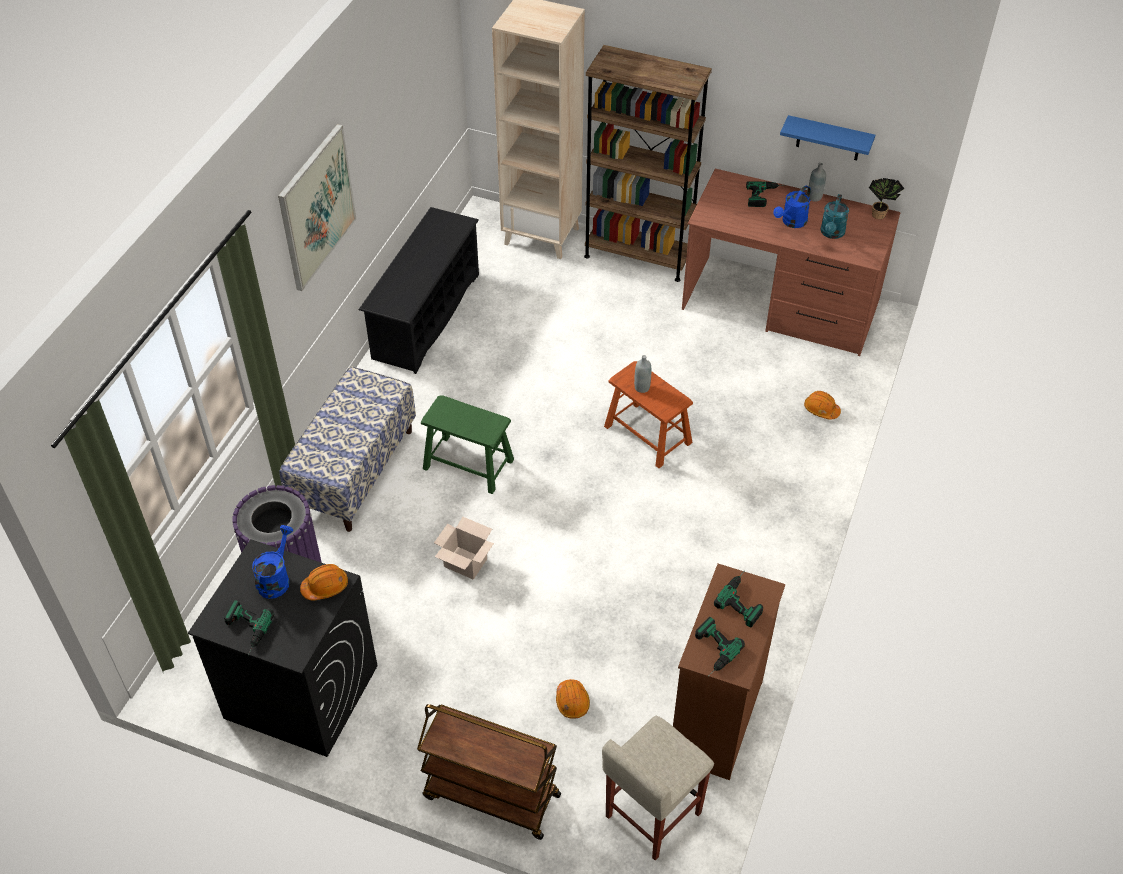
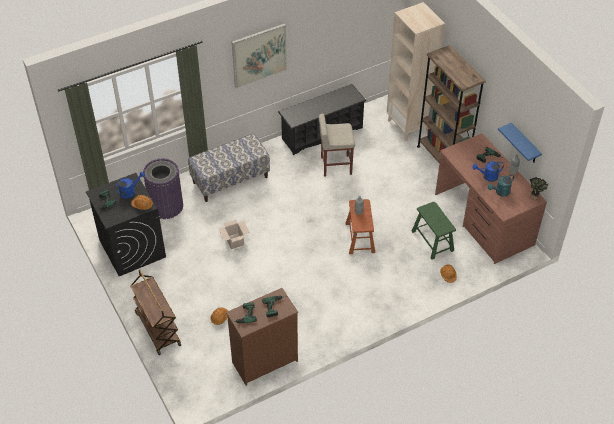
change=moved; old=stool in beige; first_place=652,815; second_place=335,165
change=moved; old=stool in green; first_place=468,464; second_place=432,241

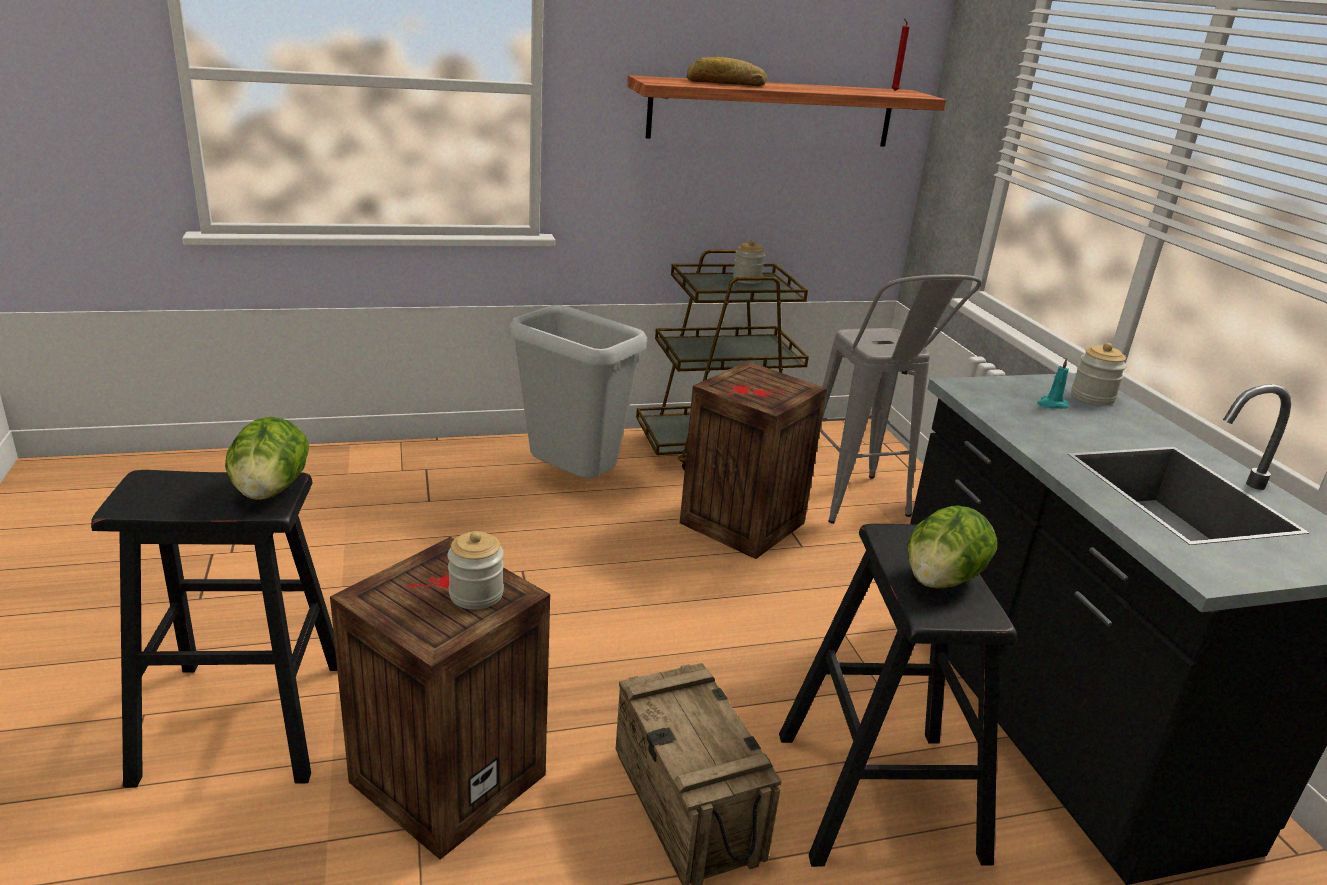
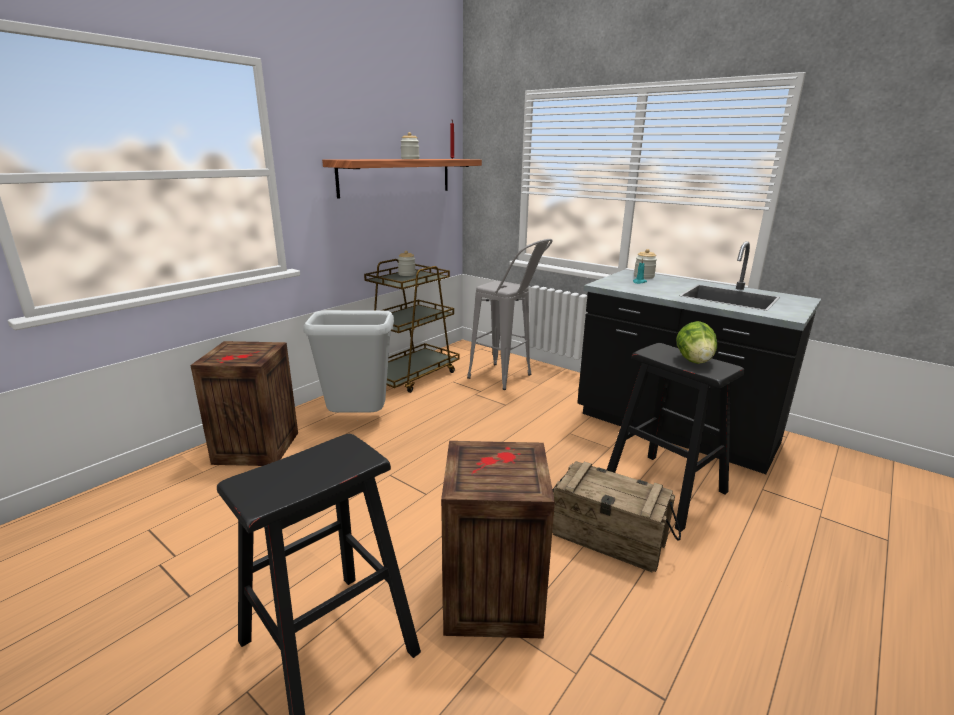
change=moved; old=crate; first_place=743,524; second_place=257,448
change=moved; old=jar; first_place=476,594; second_place=410,159
change=removed; old=lettuce; first_place=270,491
change=removed; old=bread; first_place=726,83

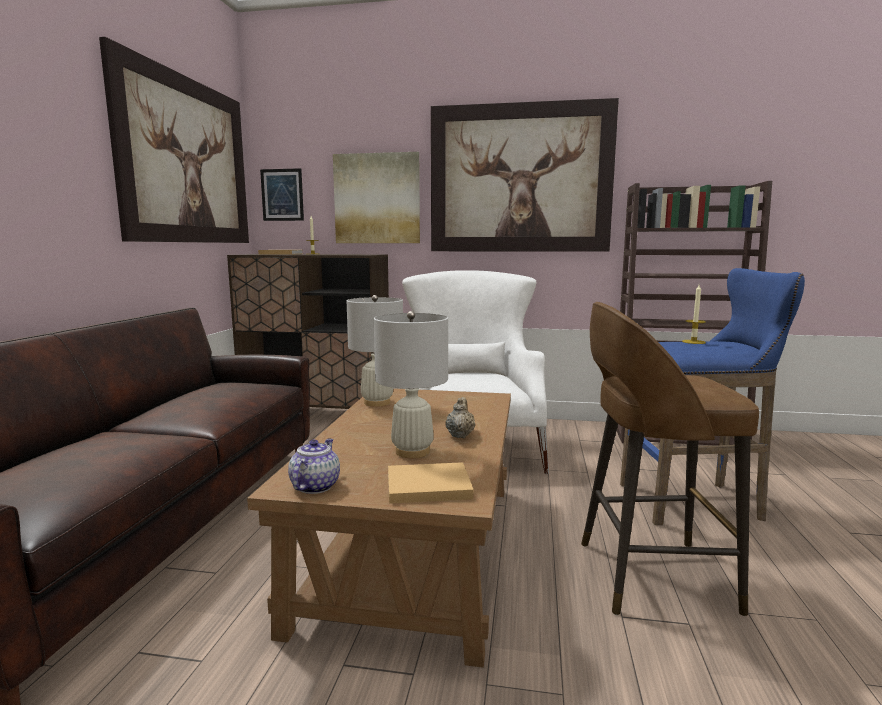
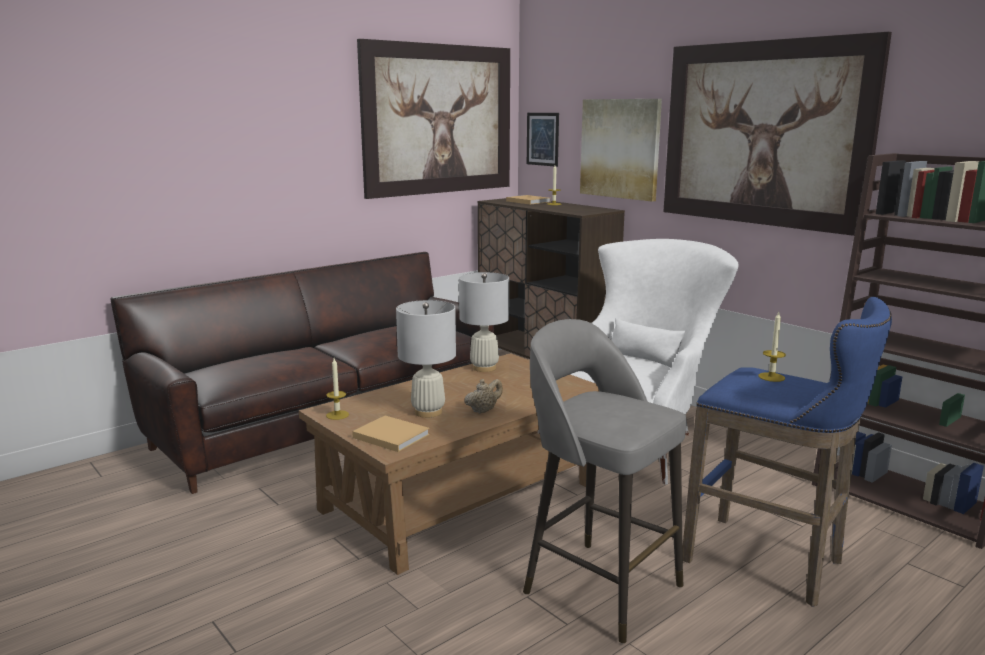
change=replaced; old=teapot; new=candle; first_place=315,486; second_place=337,415
change=recoloured; old=stool in brown; new=stool in grey; first_place=649,575; second_place=599,587

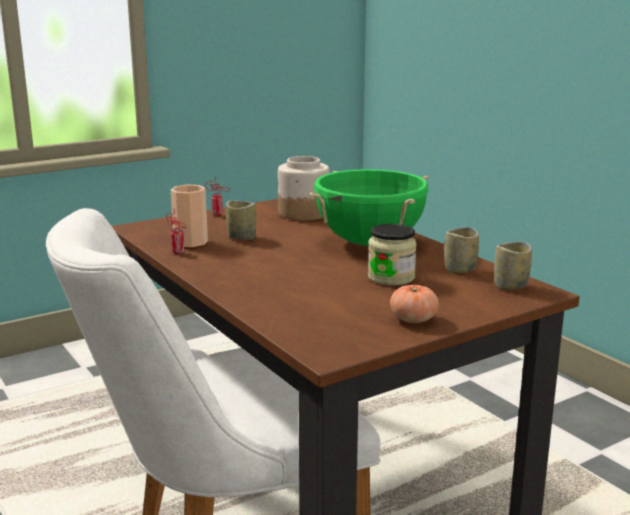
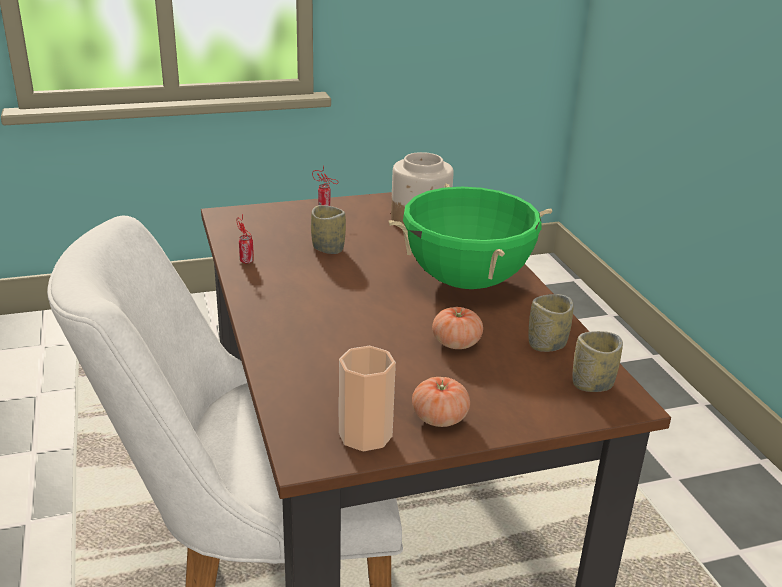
change=moved; old=cup; first_place=190,242; second_place=365,434
change=replaced; old=jar; new=tomato; first_place=391,277; second_place=456,343

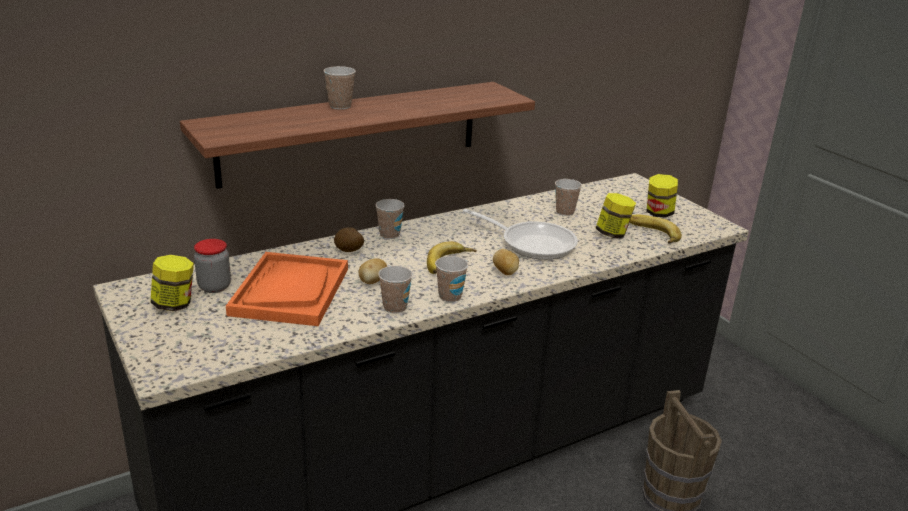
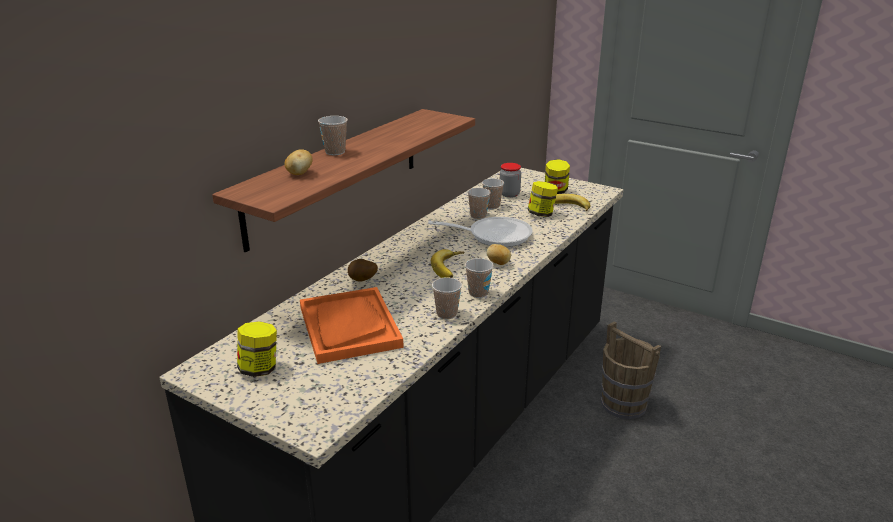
change=moved; old=potato; first_place=372,282; second_place=300,174
change=moved; old=cup; first_place=389,235; second_place=478,216
change=moved; old=jar; first_place=214,287; second_place=509,194

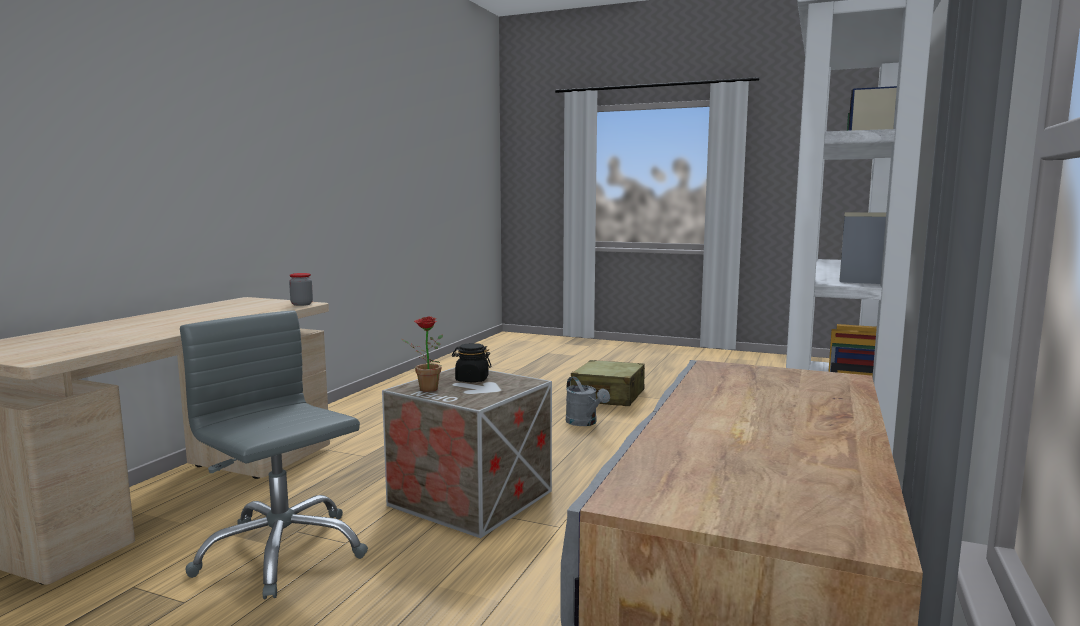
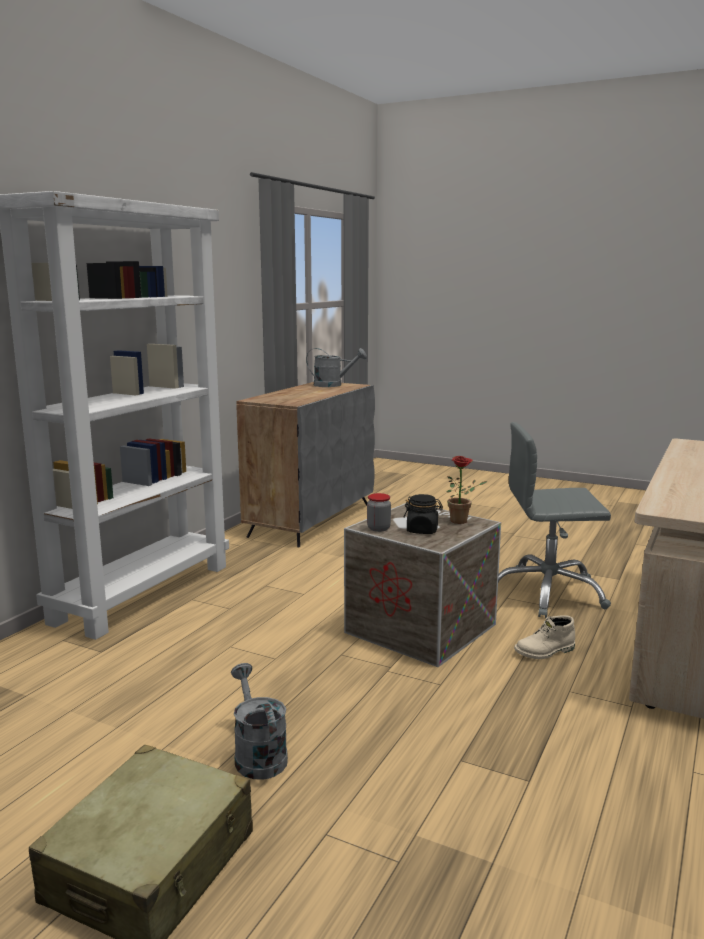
change=added; new=watering can in grey; second_place=333,385
change=moved; old=jar; first_place=301,304; second_place=378,528
change=turned; old=office chair in grey; first_place=281,552; second_place=547,593; degrees=135
change=added; new=boot in beige; second_place=545,652

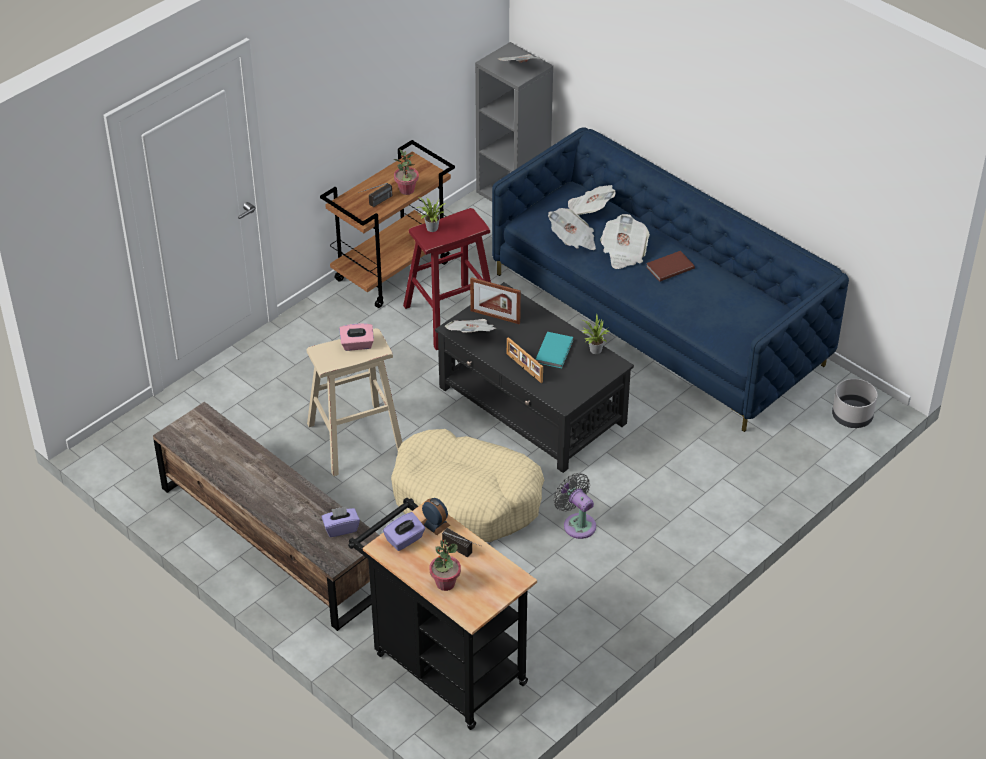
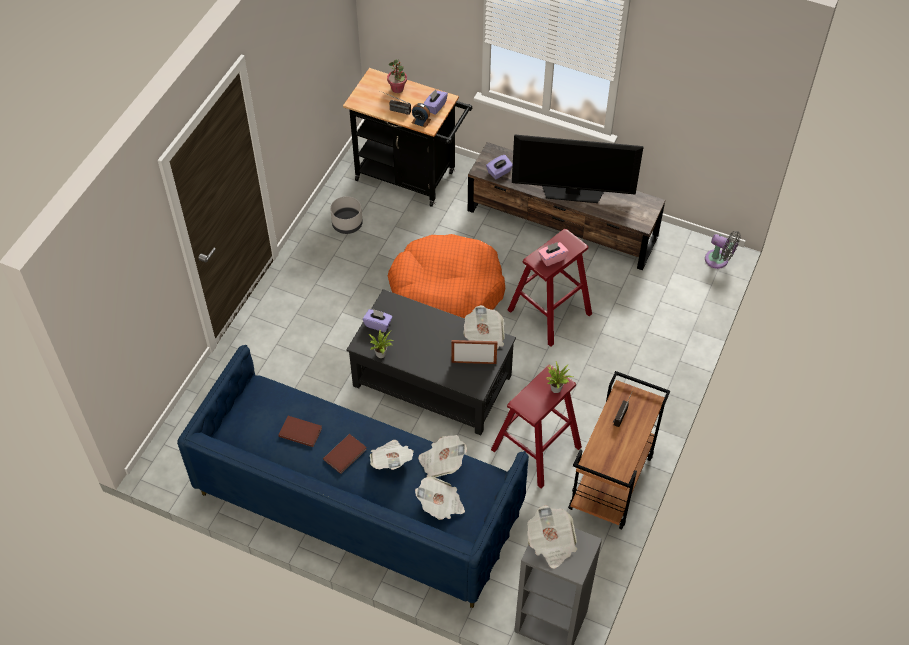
change=added; new=book in brown; second_place=300,431
change=moved; old=planter in grey; first_place=852,416; second_place=347,224
change=added; new=tissue box in purple; second_place=378,324
change=recoloured; old=dog bed in beige; new=dog bed in orange; first_place=466,499; second_place=446,288
change=recoloured; old=stool in beige; new=stool in red; first_place=355,439; second_place=549,312
change=added; new=television; second_place=572,192
change=moved; old=fan in grey; first_place=577,524; second_place=719,260
change=removed; old=potted plant; first_place=406,190
change=removed; old=picture frame; first_place=523,368
change=removed; old=book in turquoise; first_place=555,351

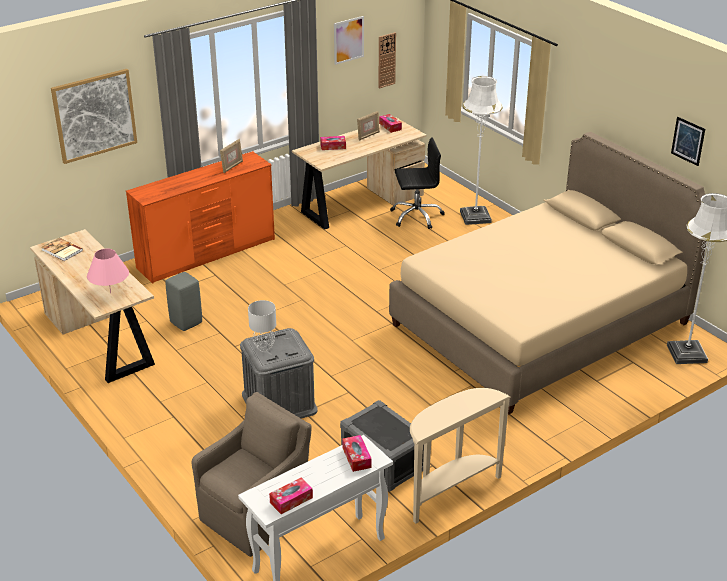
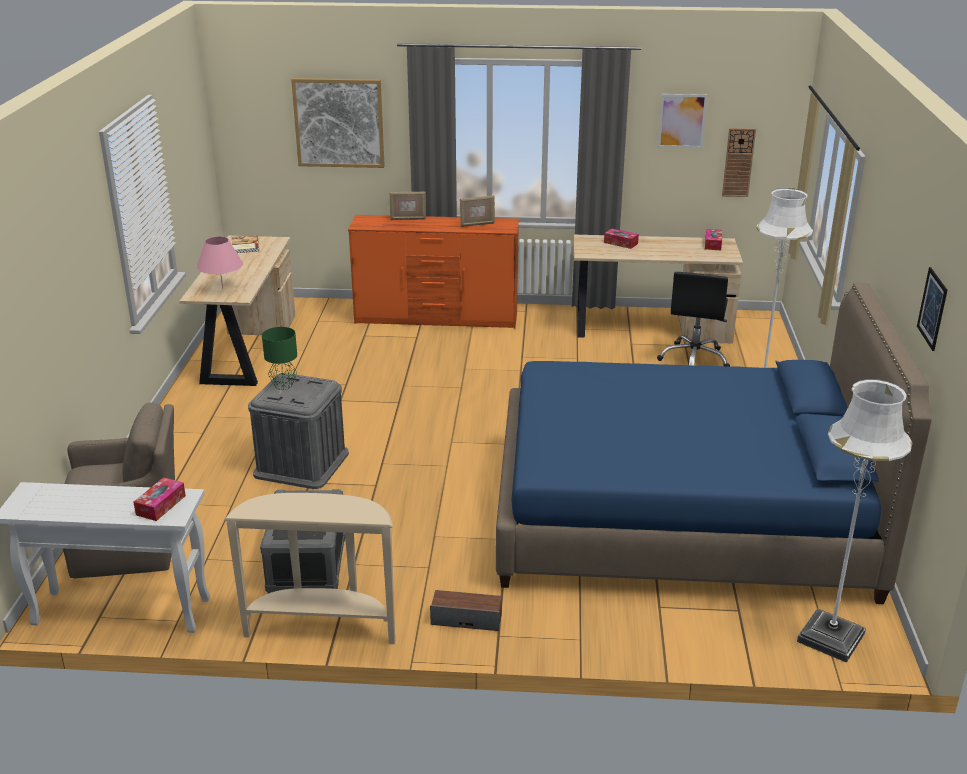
change=recoloured; old=table lamp in grey; new=table lamp in green; first_place=264,347; second_place=284,386
change=moved; old=picture frame; first_place=368,136; second_place=408,219
change=added; new=speaker; second_place=466,619
change=recoloured; old=bed in beige; new=bed in blue; first_place=540,324; second_place=679,516
change=turned; old=office chair in black; first_place=416,216; second_place=694,359; degrees=75
change=removed; old=stool in grey; first_place=187,323
change=removed; old=tissue box; first_place=291,500

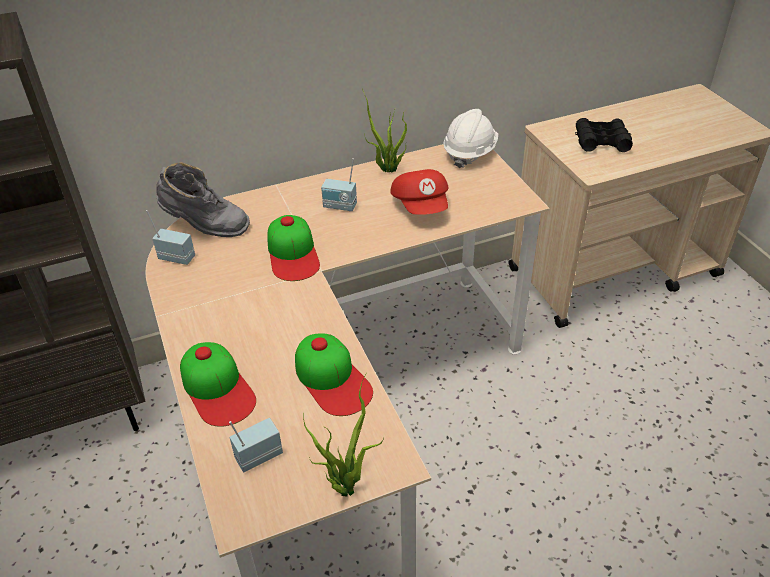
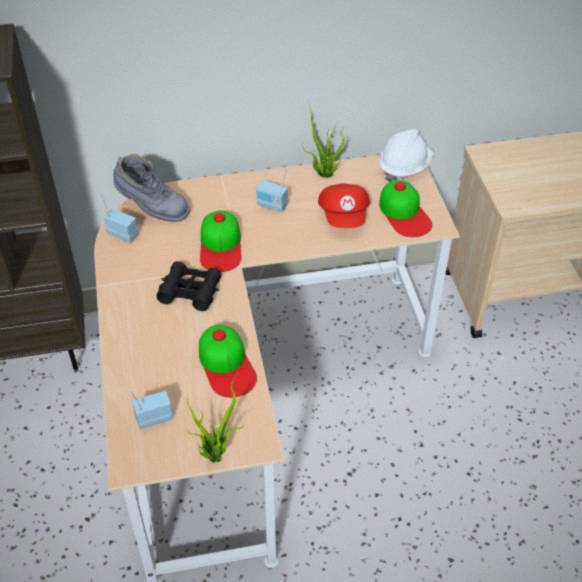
change=moved; old=binoculars in black; first_place=601,141; second_place=190,291
change=moved; old=cap; first_place=218,388; second_place=404,213

